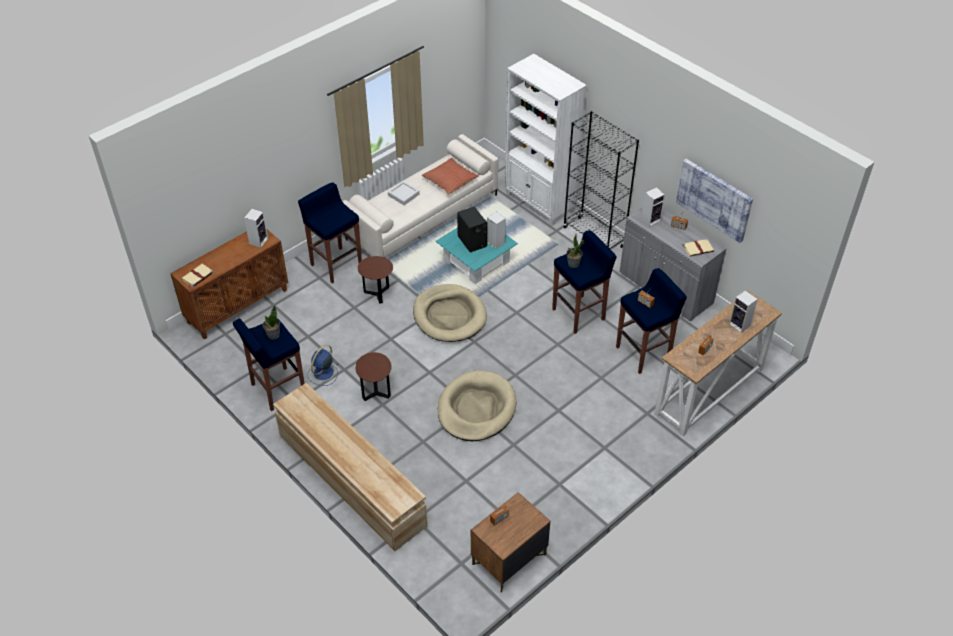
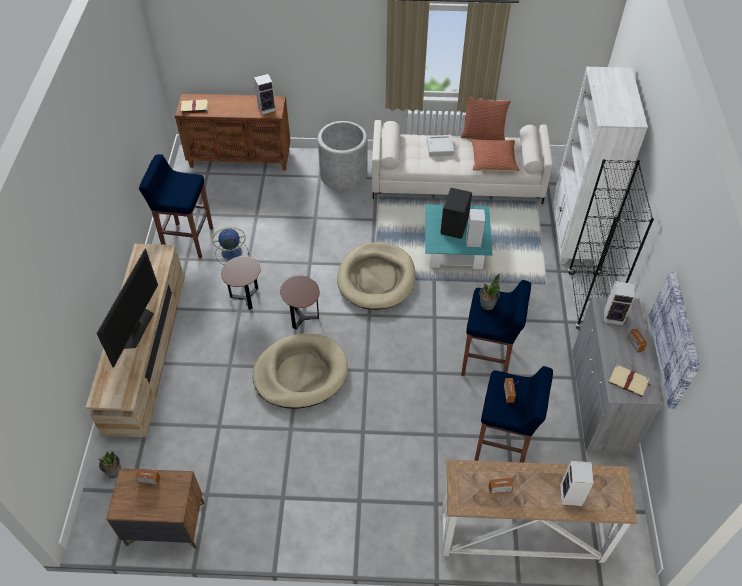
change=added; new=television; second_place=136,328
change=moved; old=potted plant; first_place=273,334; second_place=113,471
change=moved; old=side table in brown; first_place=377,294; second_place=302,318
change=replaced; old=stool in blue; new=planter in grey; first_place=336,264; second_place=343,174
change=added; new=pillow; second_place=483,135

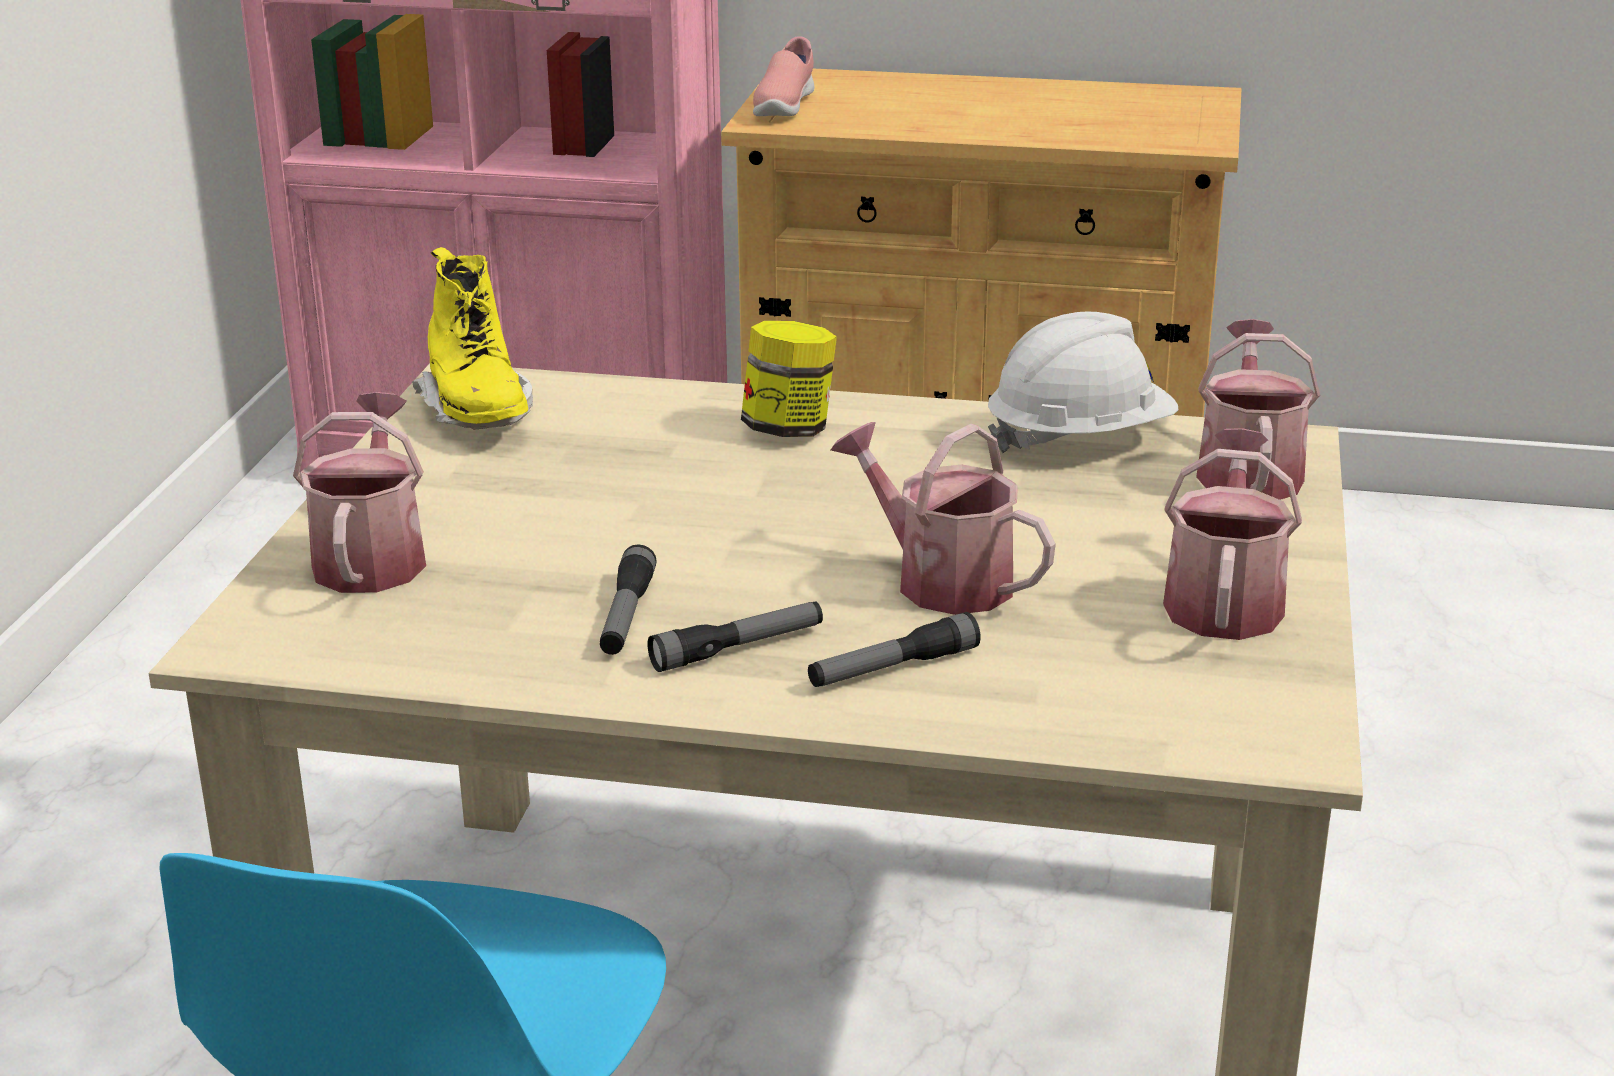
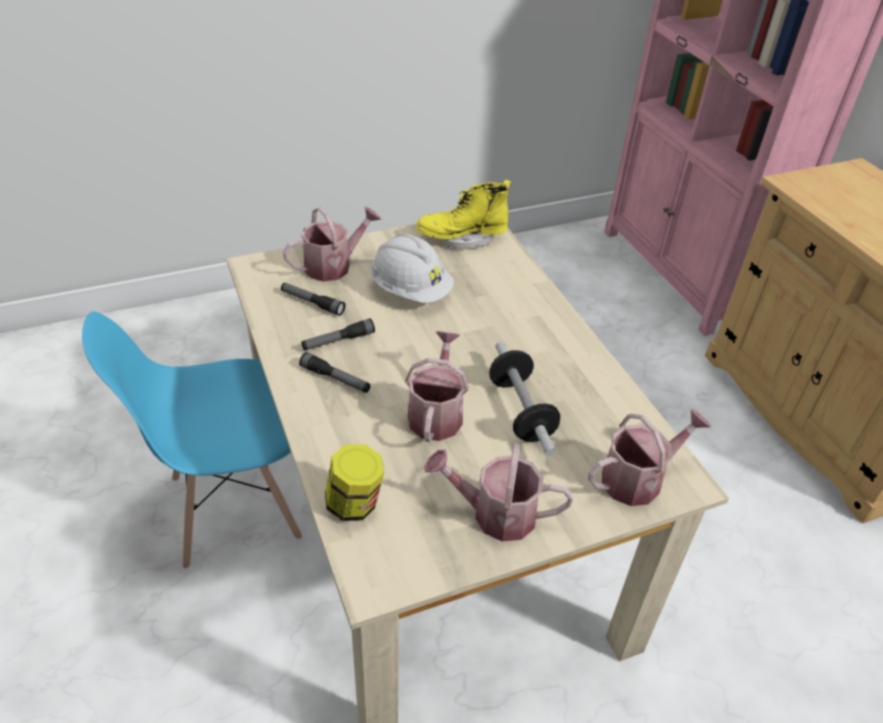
change=moved; old=flashlight; first_place=893,668; second_place=312,303
change=moved; old=jar; first_place=789,429; second_place=355,504
change=moved; old=hard hat in white; first_place=1079,439; second_place=410,291
change=turned; old=boot in yellow; first_place=478,413; second_place=462,238; degrees=45
change=turned; old=watering can; first_place=1224,600; second_place=495,514; degrees=-150
change=added; new=dumbbell; second_place=521,411
change=removed; old=shoe in pink; first_place=783,107

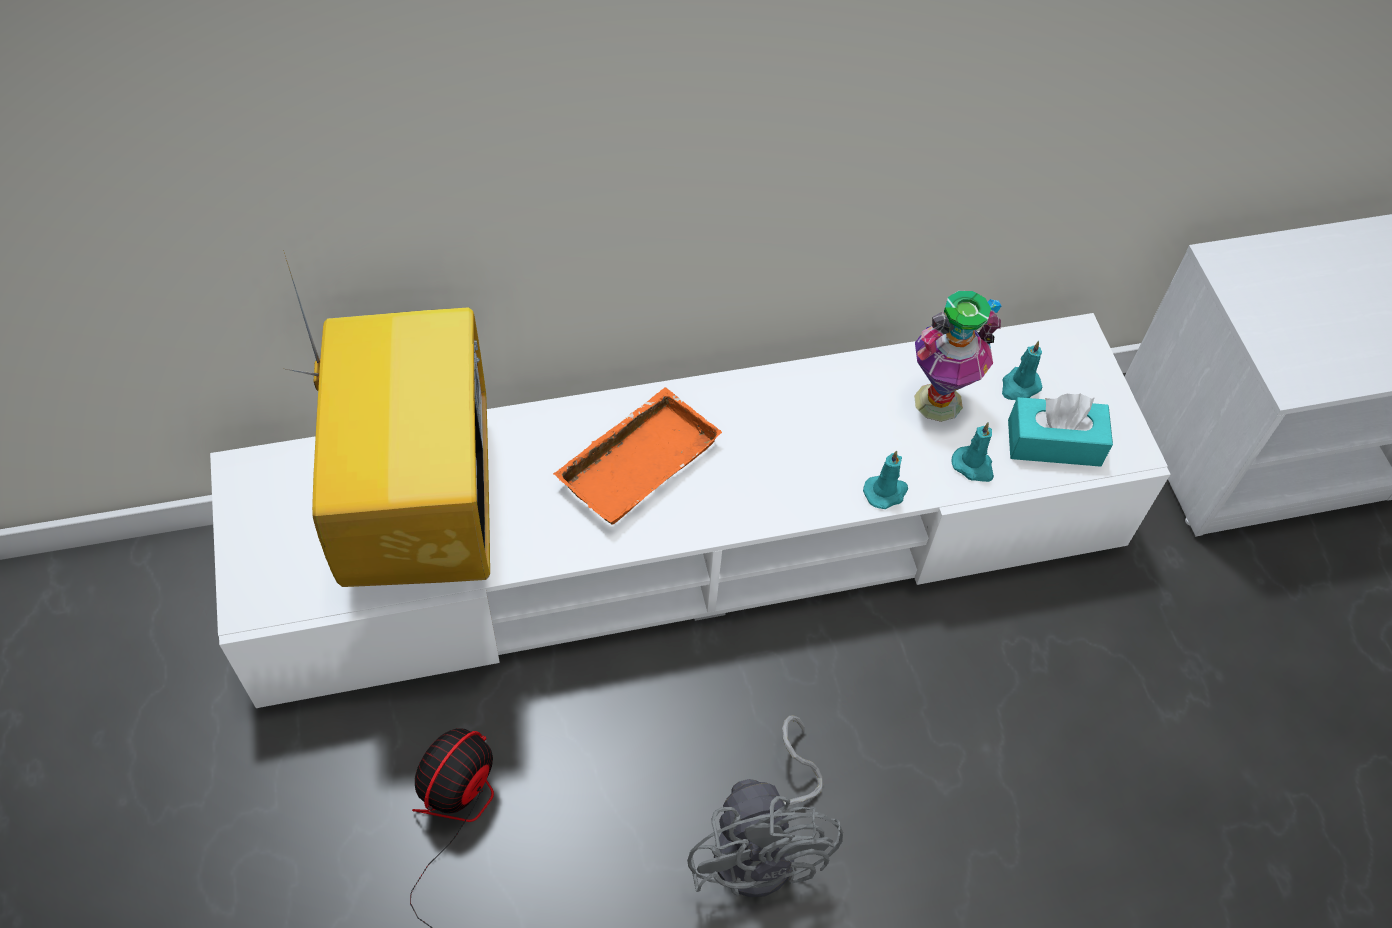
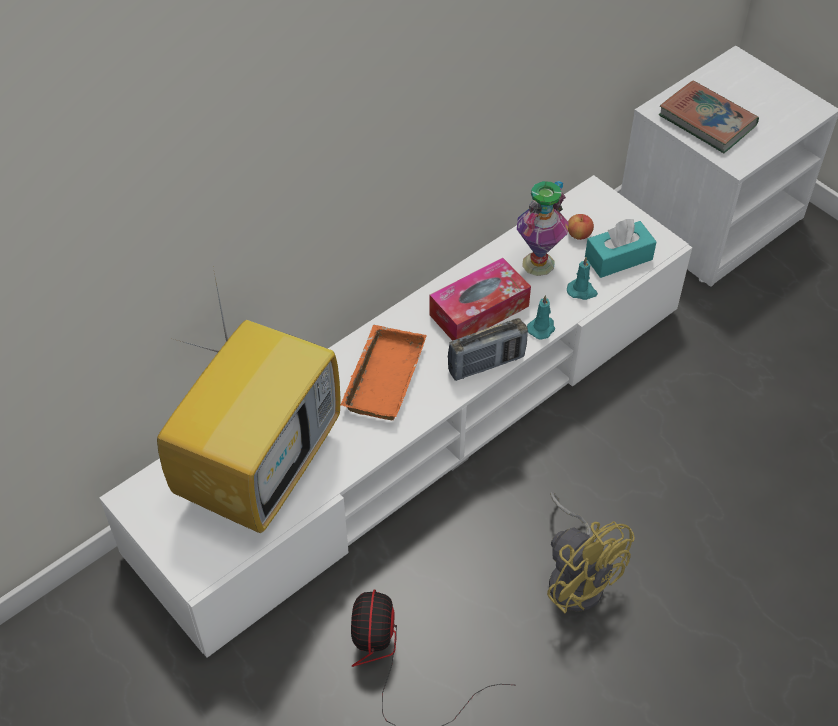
change=turned; old=television; first_place=416,503; second_place=260,464; degrees=60
change=added; new=tissue box; second_place=479,310
change=added; new=radio; second_place=486,364
change=recoloured; old=fan in grey; new=fan in yellow; first_place=765,844; second_place=577,576
change=replaced; old=candle in turquoise; new=apple; first_place=1019,386; second_place=579,234
change=added; new=book; second_place=707,121

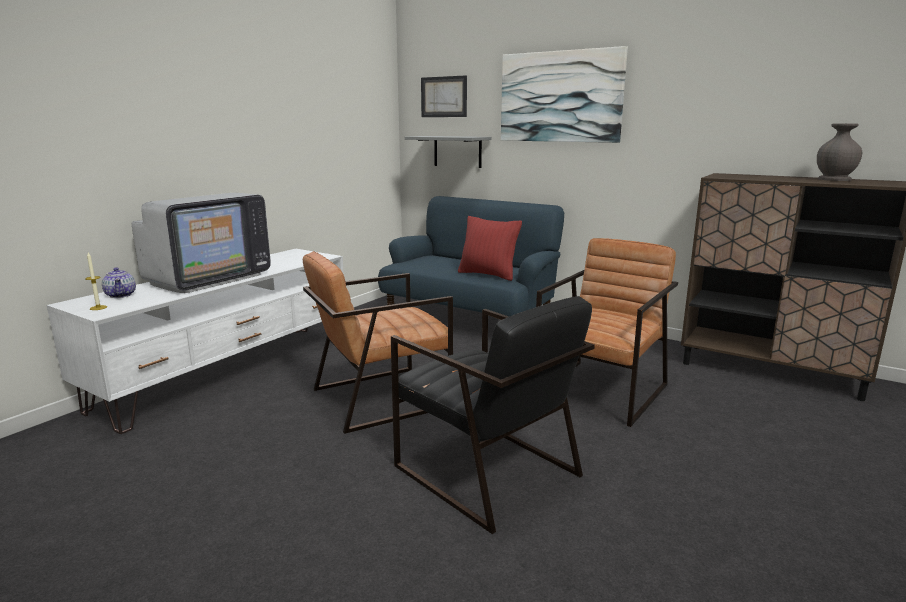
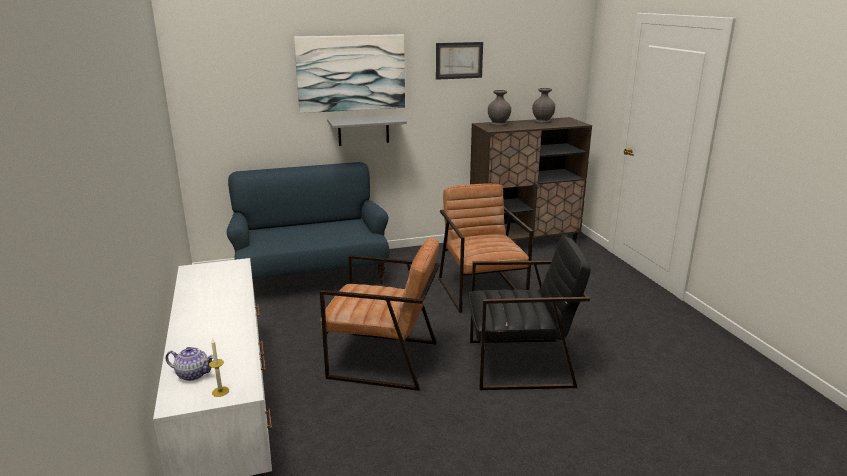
change=turned; old=armchair in brown; first_place=380,397; second_place=383,360; degrees=-90
change=moved; old=shelf in grey; first_place=457,151; second_place=363,130
change=moved; old=picture; first_place=444,97; second_place=459,60
change=added; new=vase in grey; second_place=499,124
change=removed; old=television; first_place=209,279
change=removed; old=pillow in red; first_place=488,275

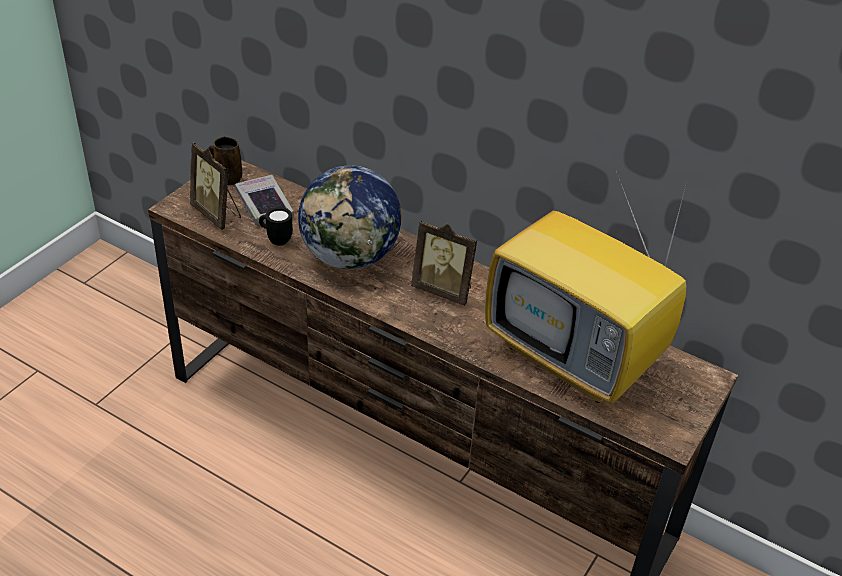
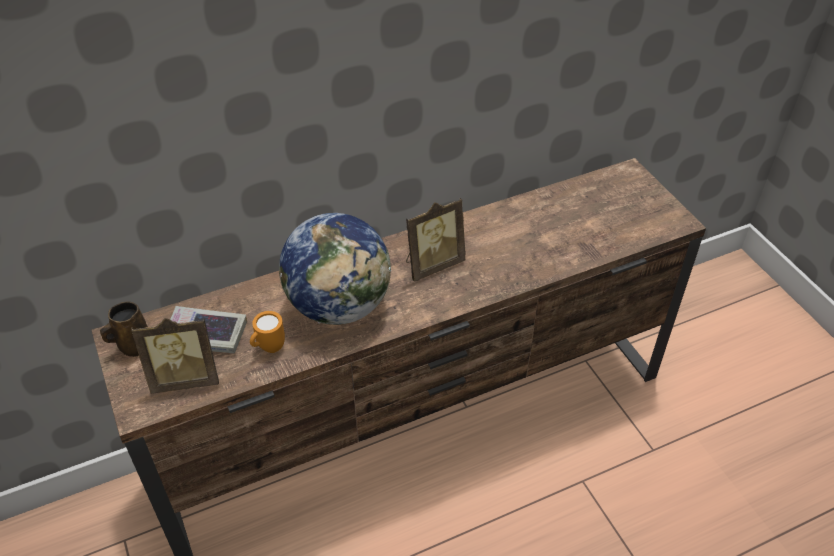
change=recoloured; old=mug in black; new=mug in orange; first_place=276,240; second_place=268,348
change=removed; old=television; first_place=576,358

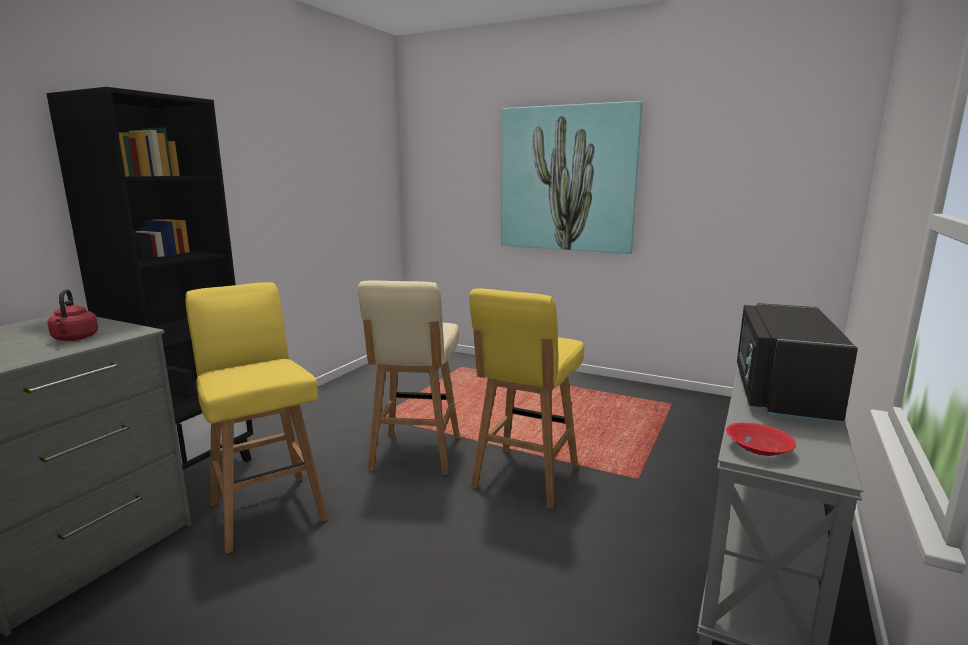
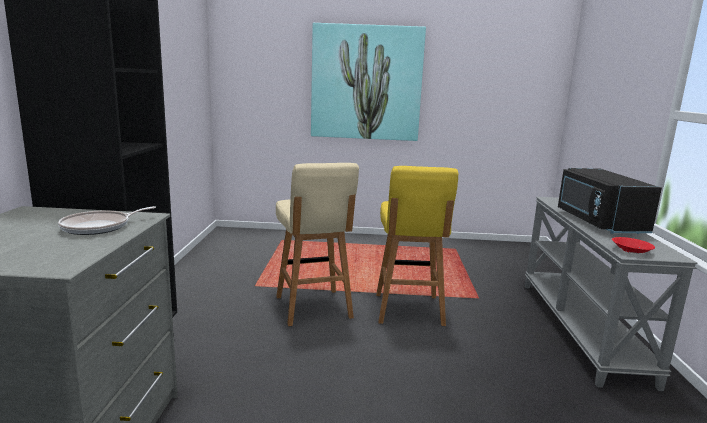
change=replaced; old=kettle in red; new=frying pan; first_place=75,338; second_place=99,227
change=removed; old=stool in yellow; first_place=267,509

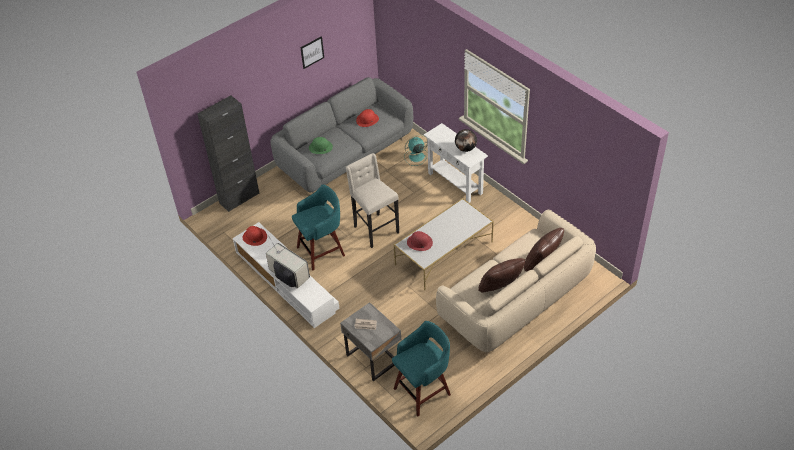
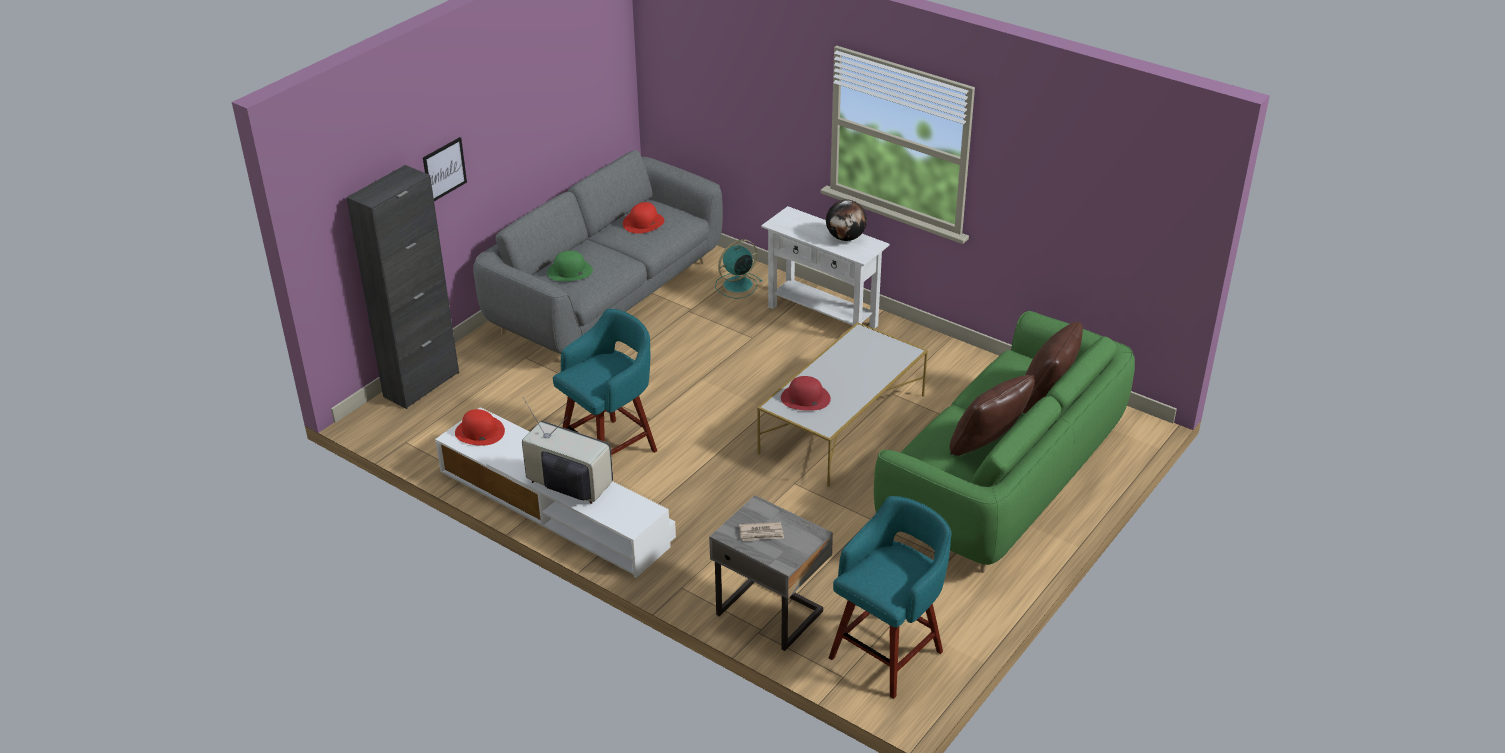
change=moved; old=picture; first_place=312,52; second_place=444,169
change=recoloured; old=sofa in beige; new=sofa in green; first_place=515,301; second_place=1002,482
change=removed; old=stool in beige; first_place=375,230

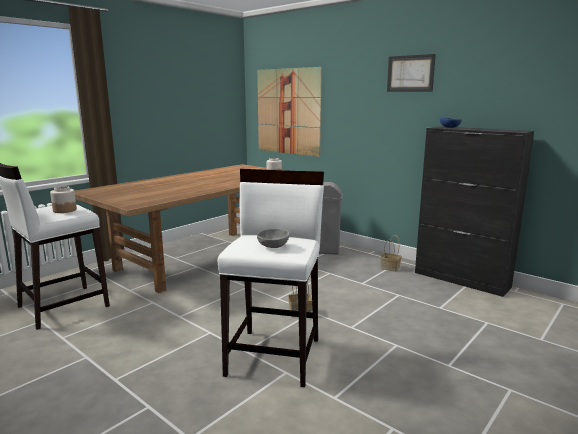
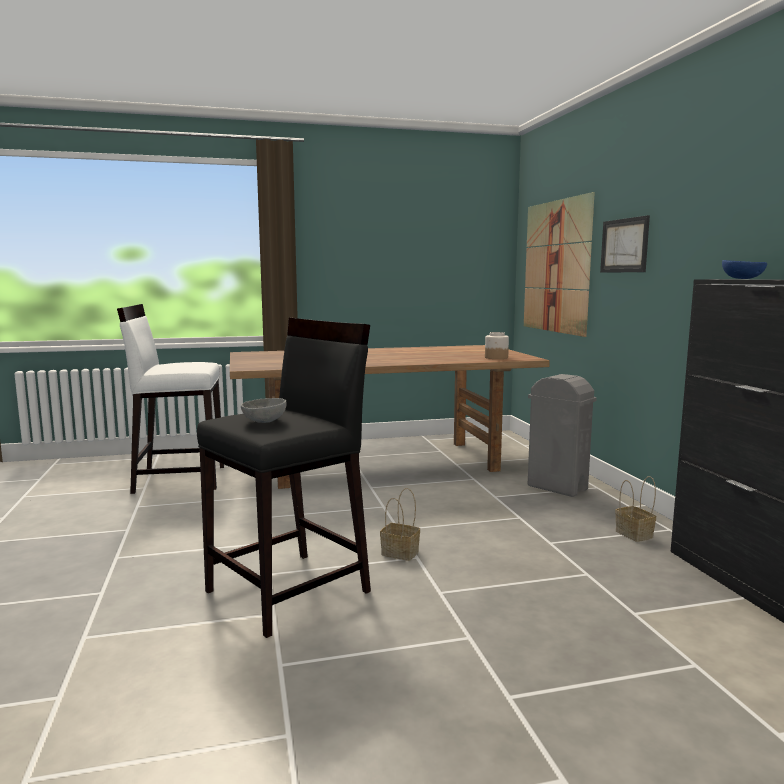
change=recoloured; old=stool in white; new=stool in black; first_place=275,356; second_place=290,591
change=moved; old=picture; first_place=410,73; second_place=624,245
change=removed; old=jar; first_place=64,210

